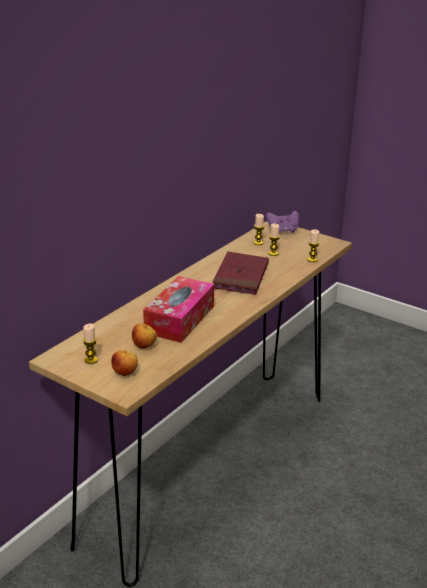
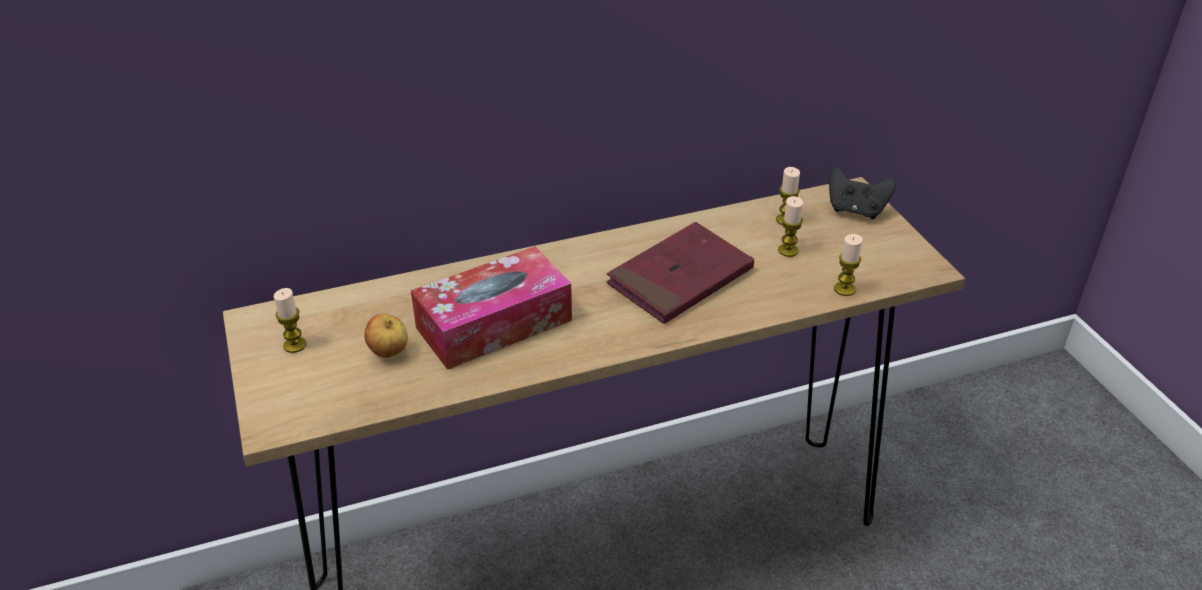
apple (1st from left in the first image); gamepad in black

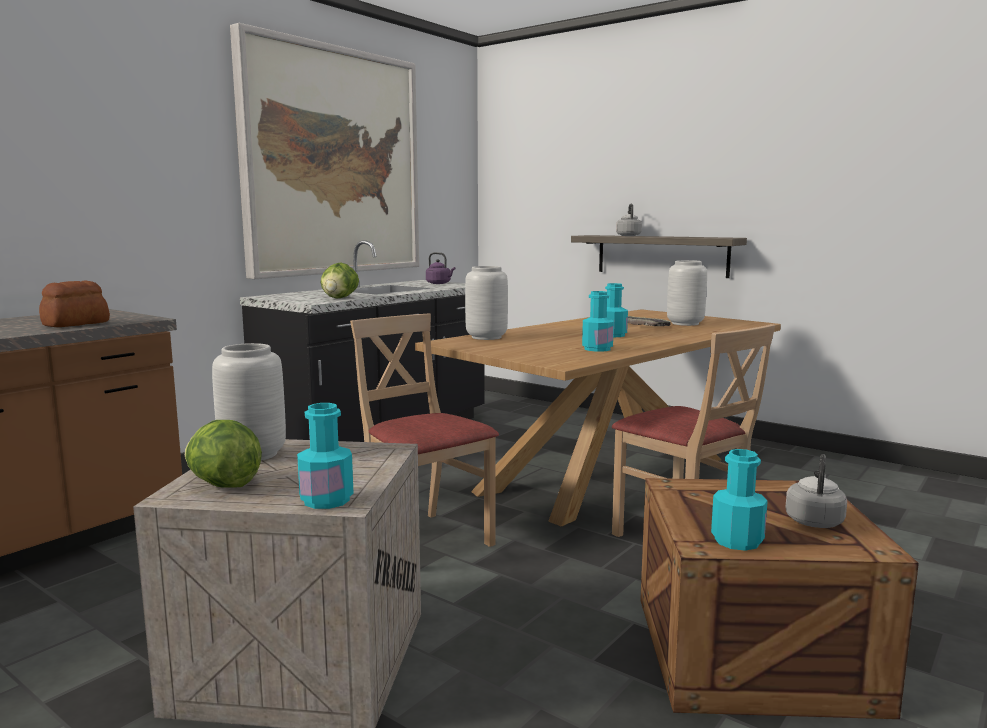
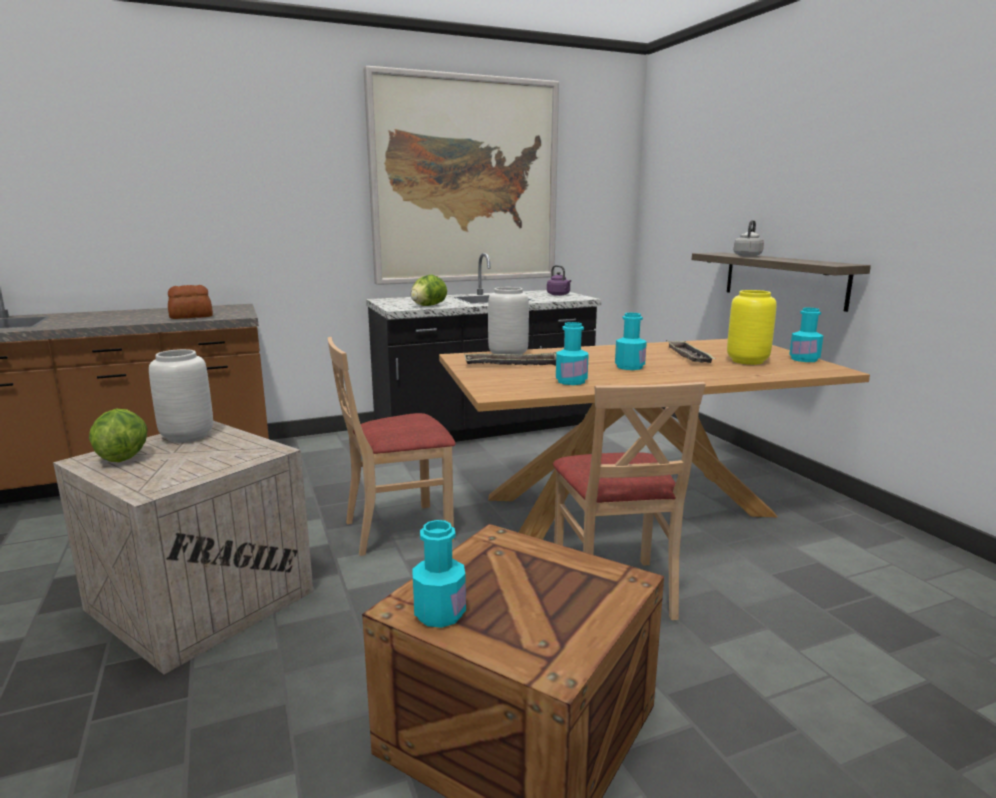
bottle in blue-green (4th from left); plain chair in sand-coloured (1st from left); flower vase in yellow-coloured; water kettle in gray (2nd from left in the first image); tray (1st from left)

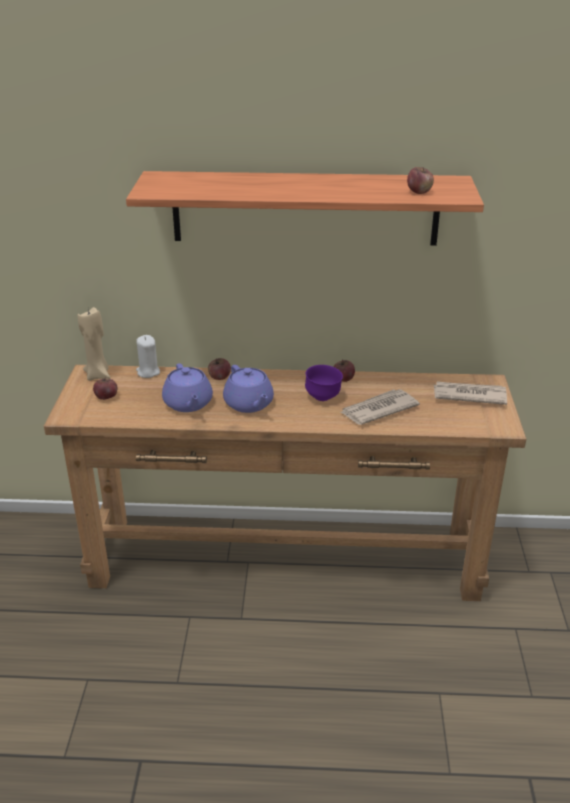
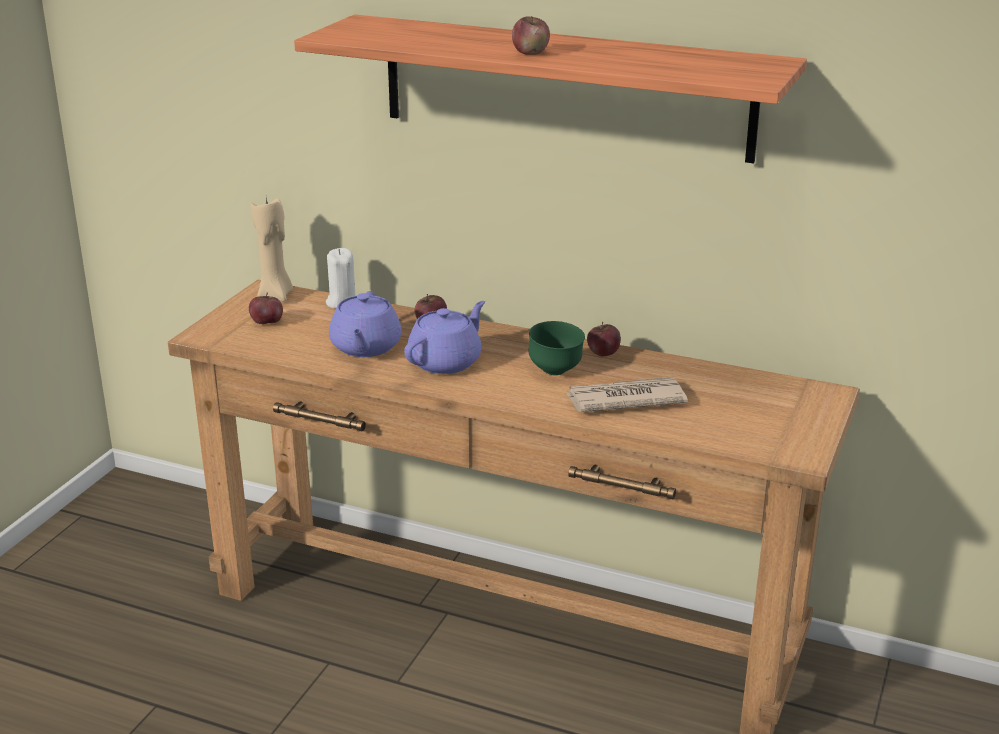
tea pot in purple (2nd from left); deep dish in green-coloured; apple (3rd from left); newspaper (2nd from left in the first image)

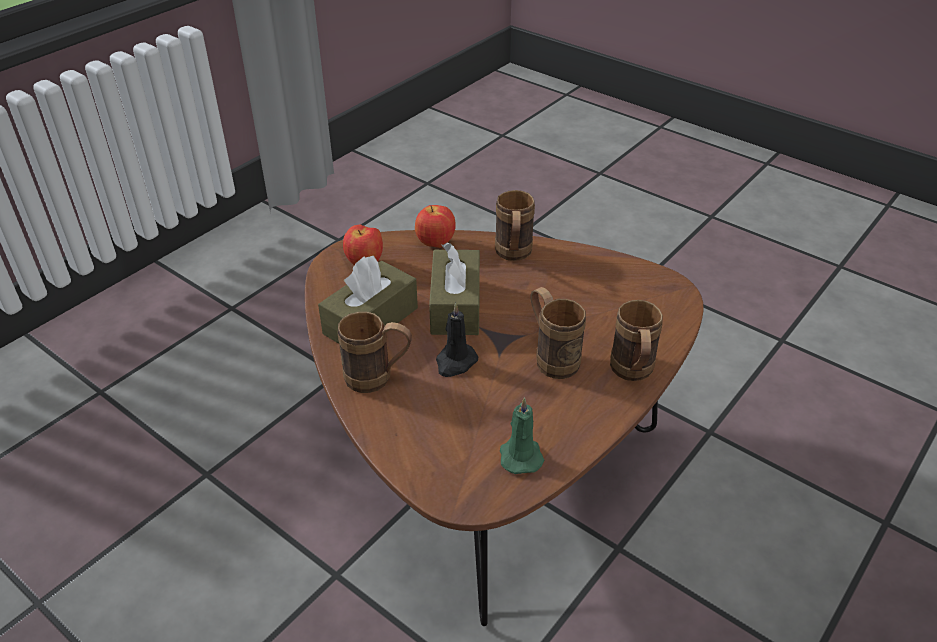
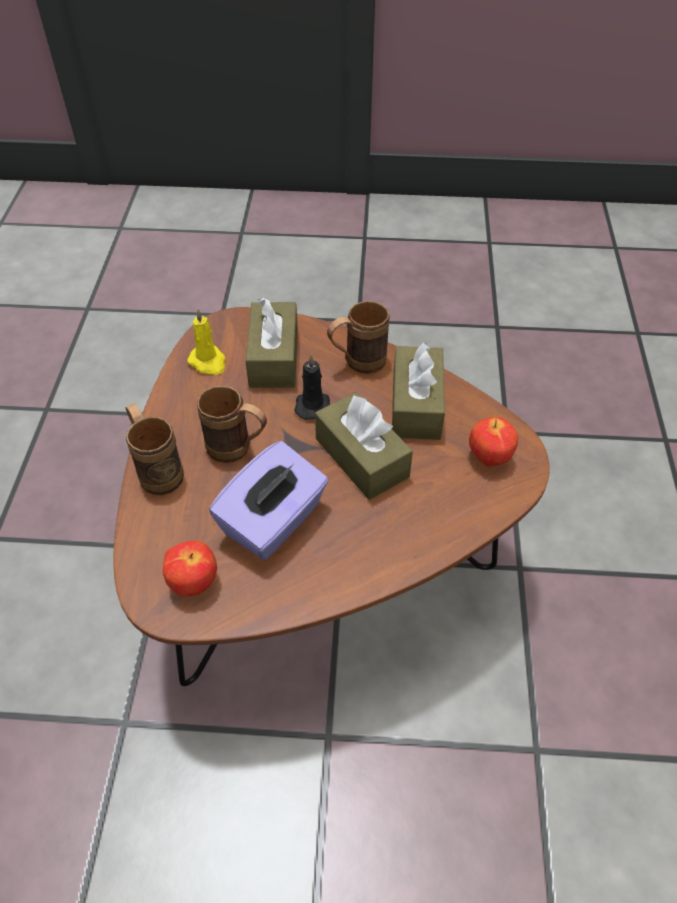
apple (1st from left); coffee mug in brownish (2nd from left in the first image); wax light in yellow-coloured; box of tissues in purple; box of tissues in brownish (1st from left)

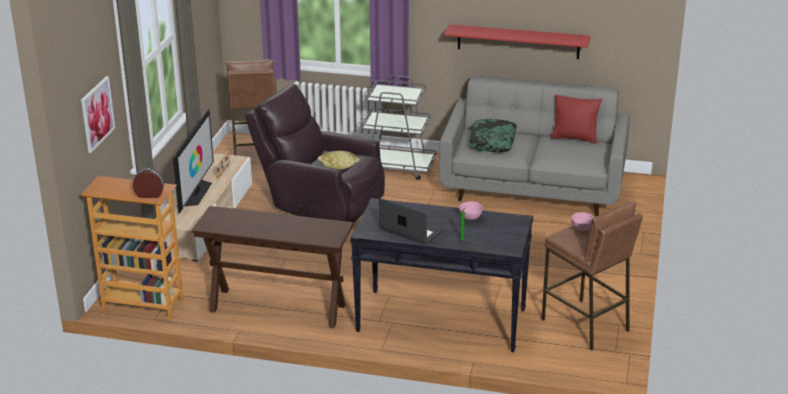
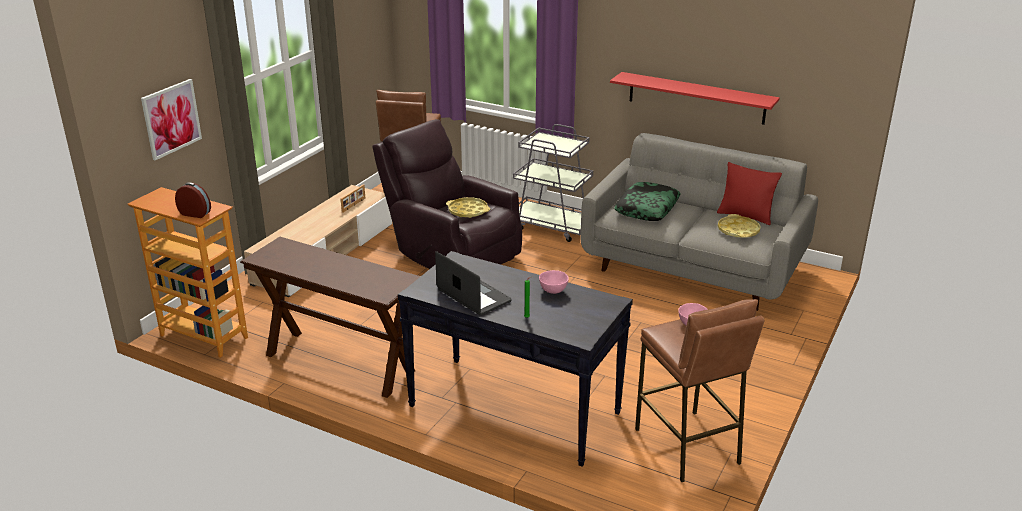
TV; tray in yellow-coloured (2nd from left)

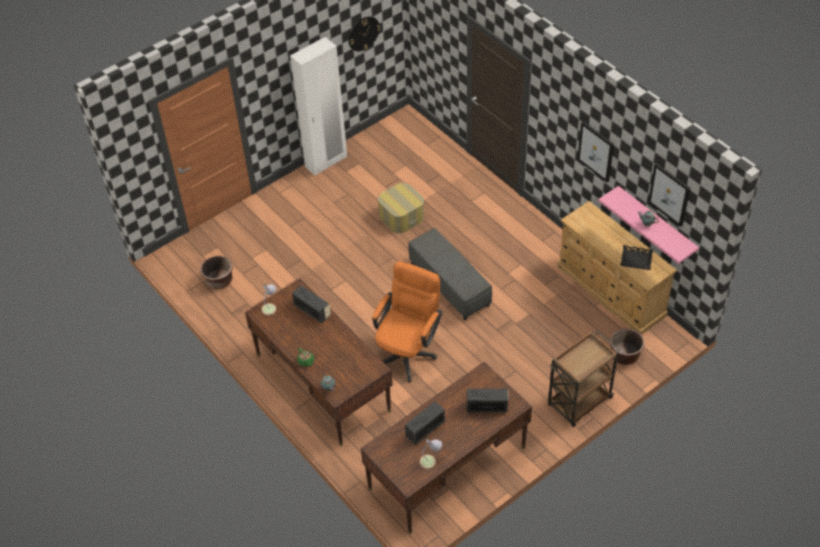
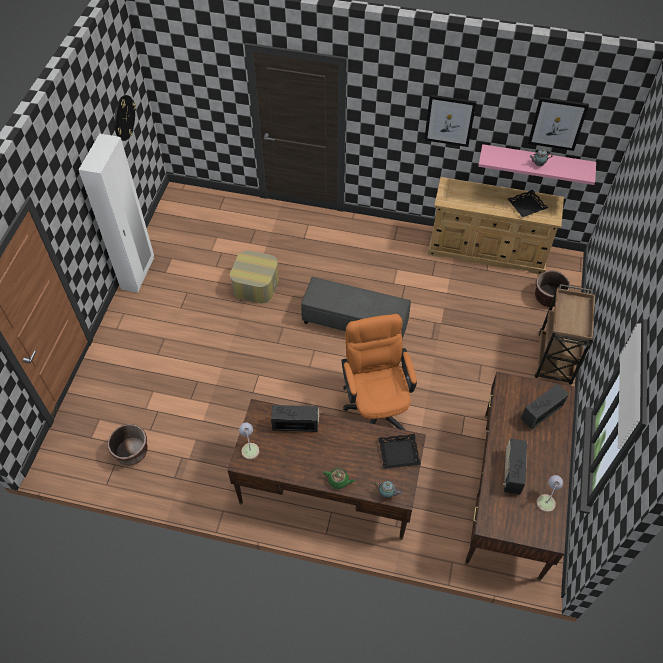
tray in black (1st from left)

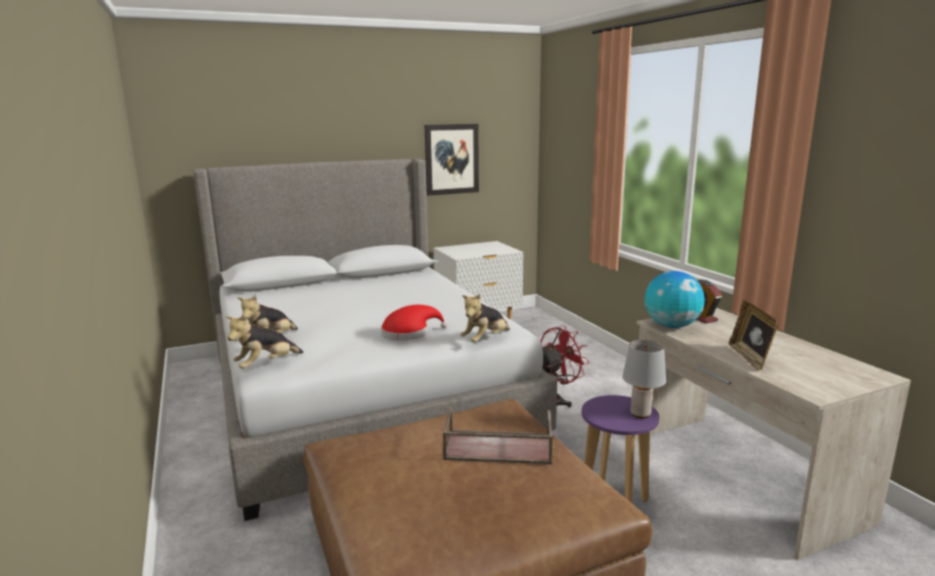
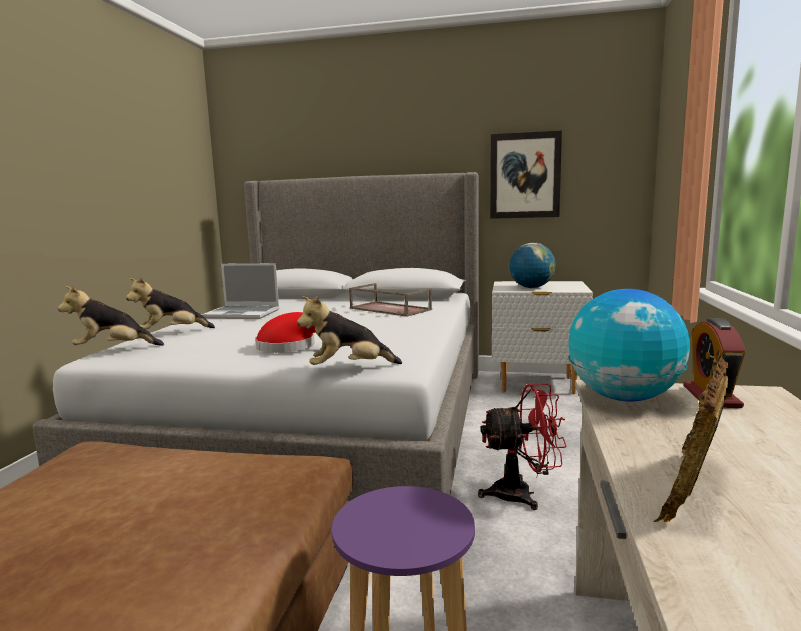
tray in brownish; lamp for a table in gray; notebook computer; world globe (1st from left)

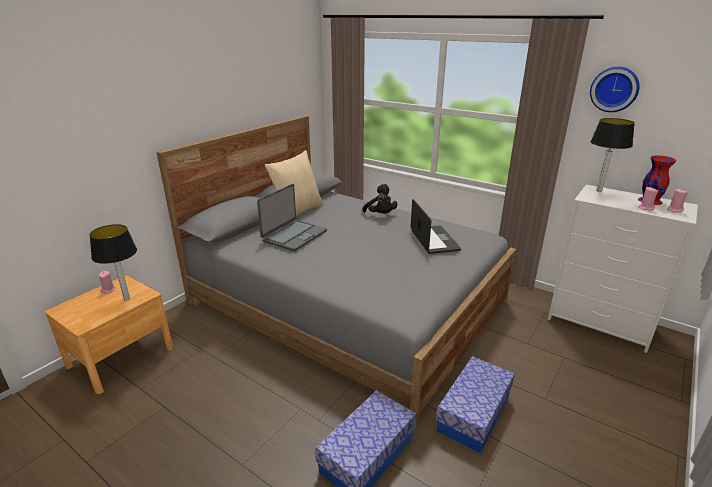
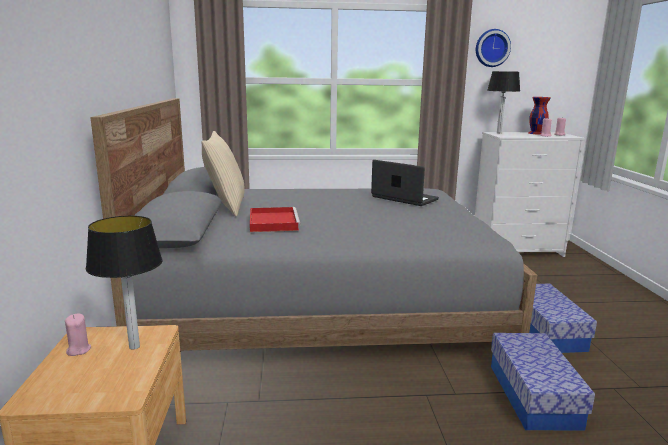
tray in red; soft toy in black

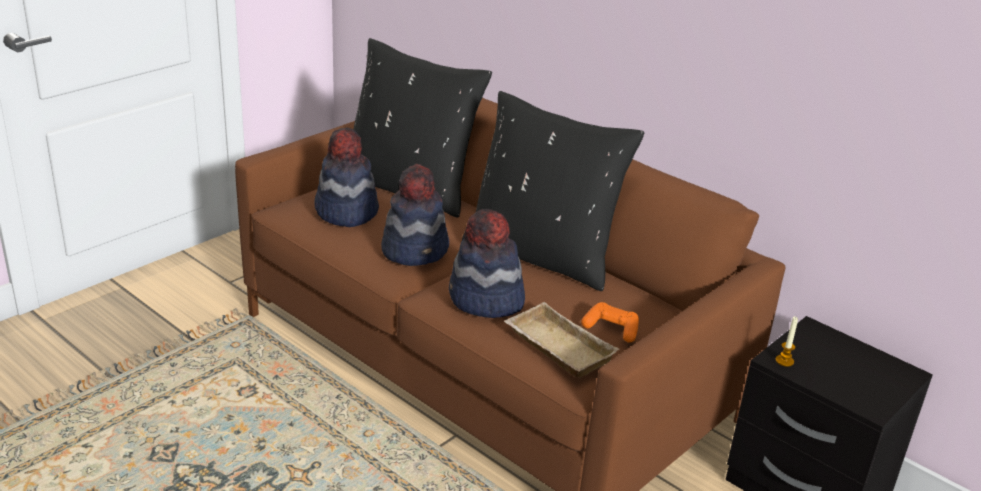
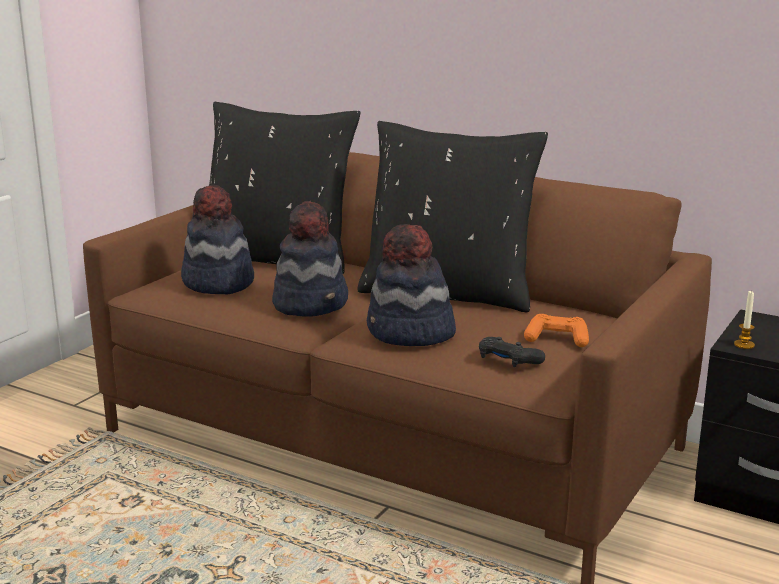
gamepad in black

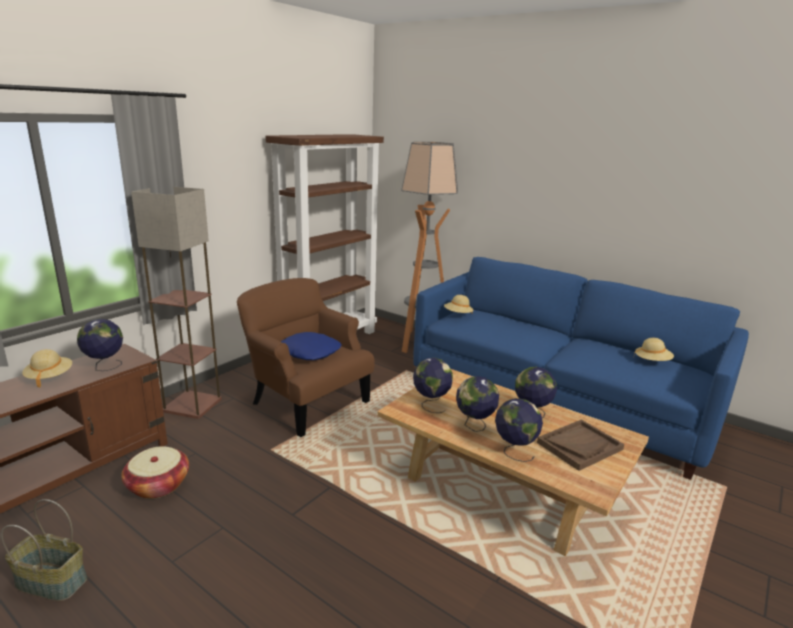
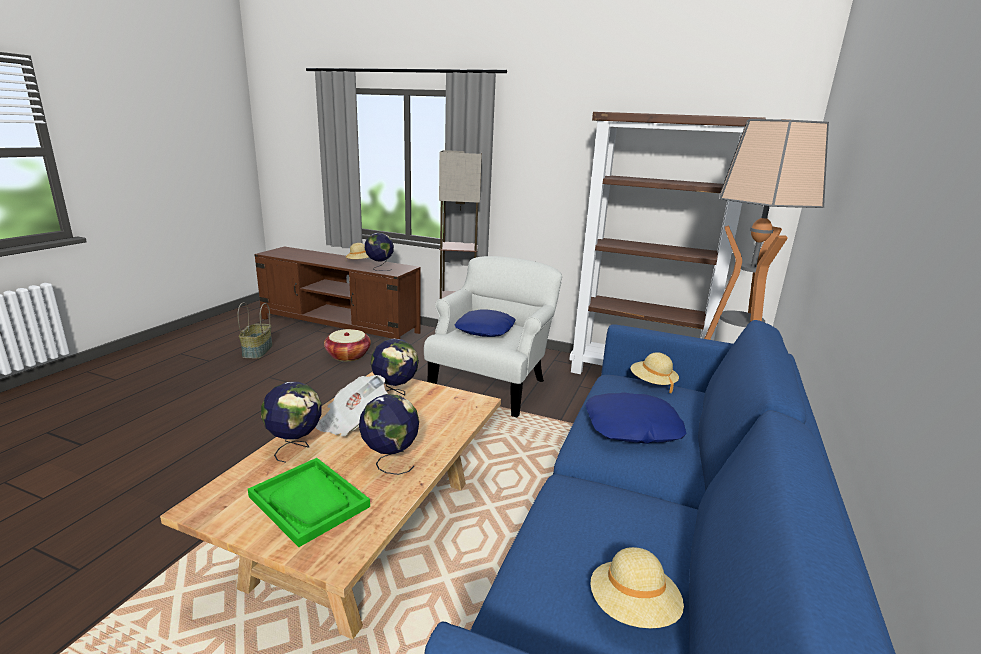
lounge chair in white-coloured; newspaper; tray in green-coloured; throw pillow in blue-coloured (2nd from left)

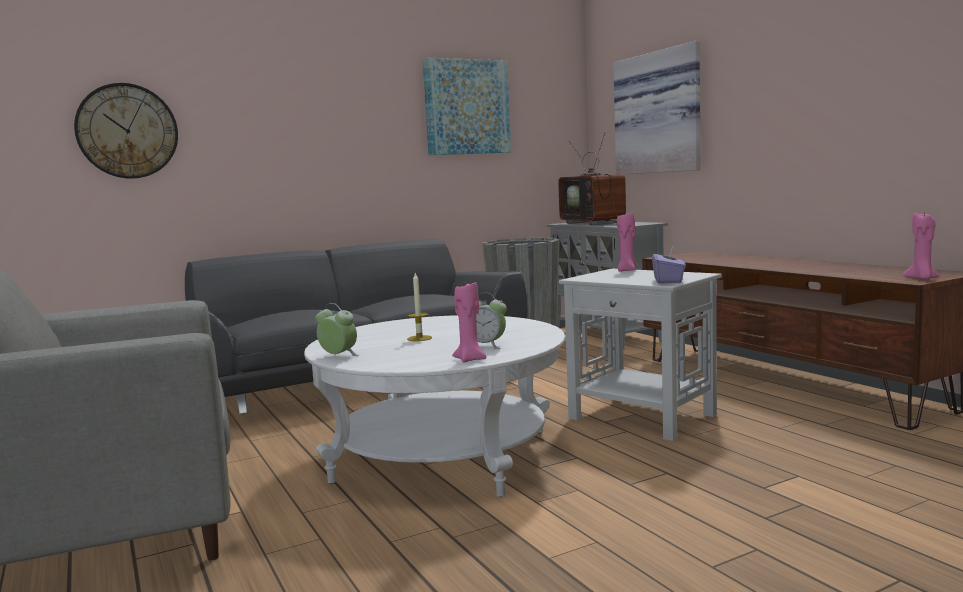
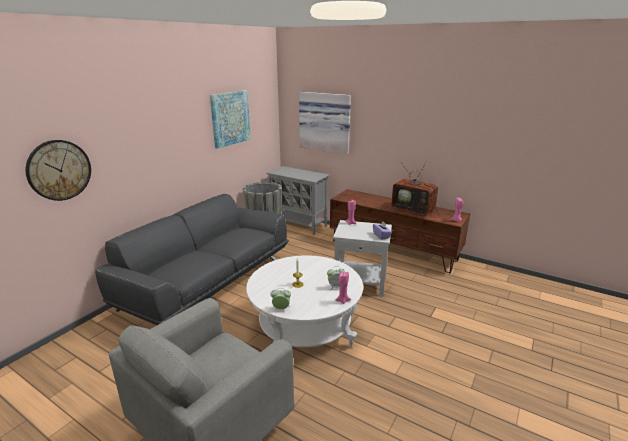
TV

